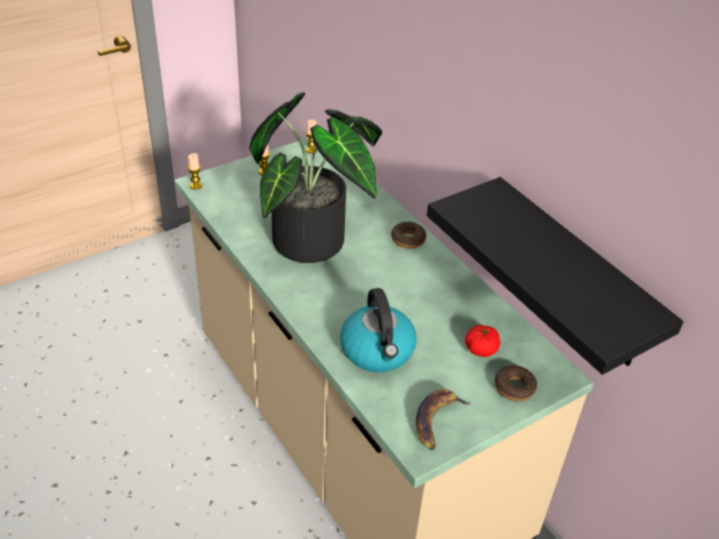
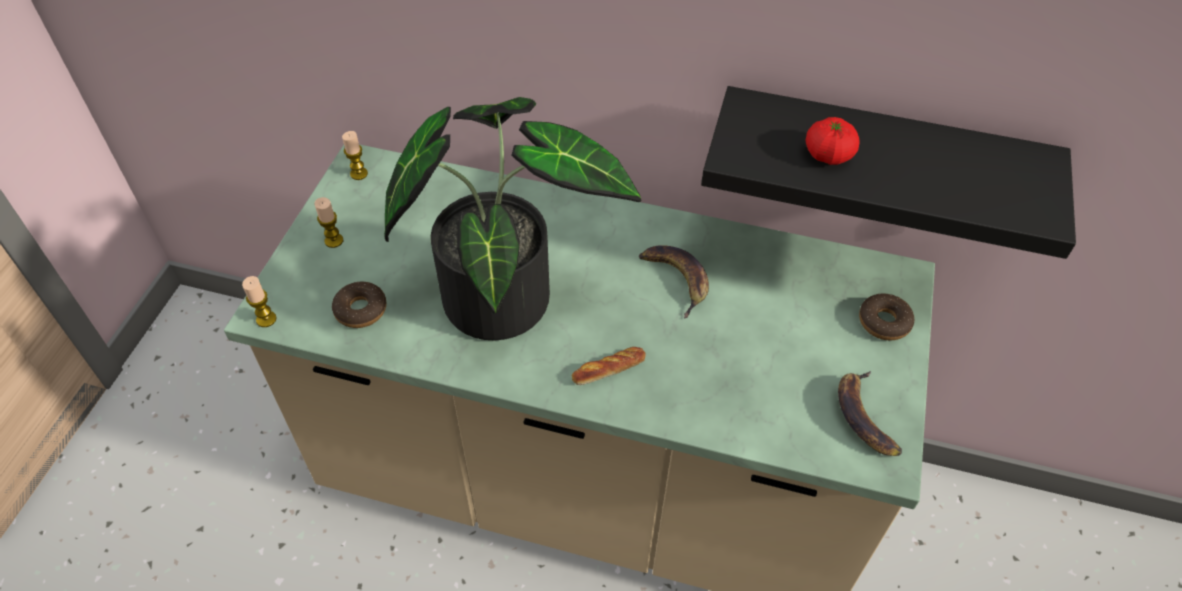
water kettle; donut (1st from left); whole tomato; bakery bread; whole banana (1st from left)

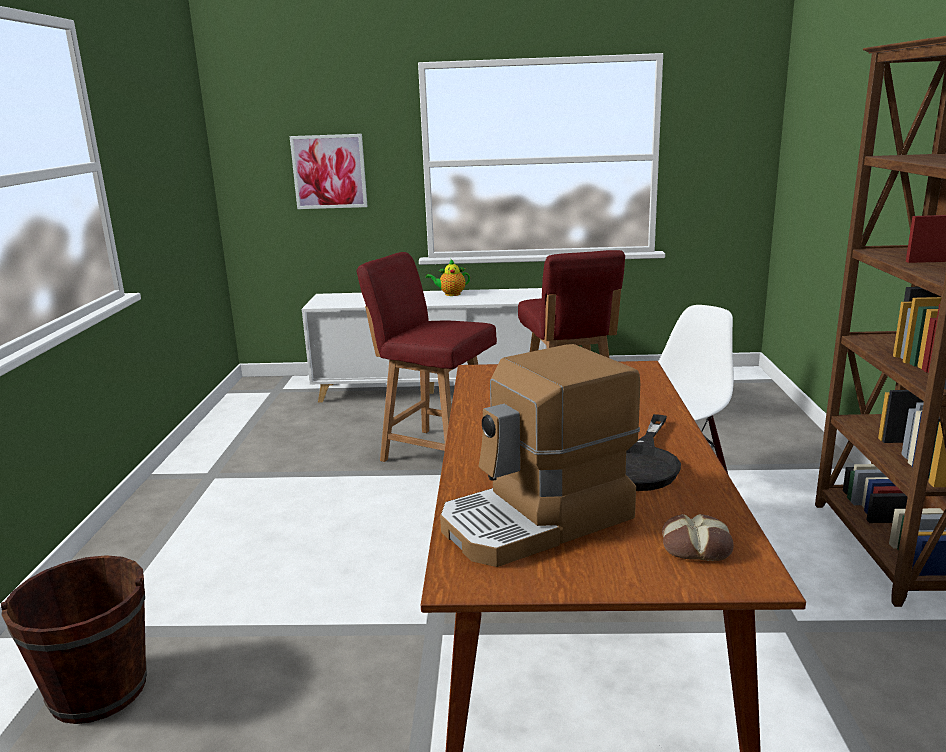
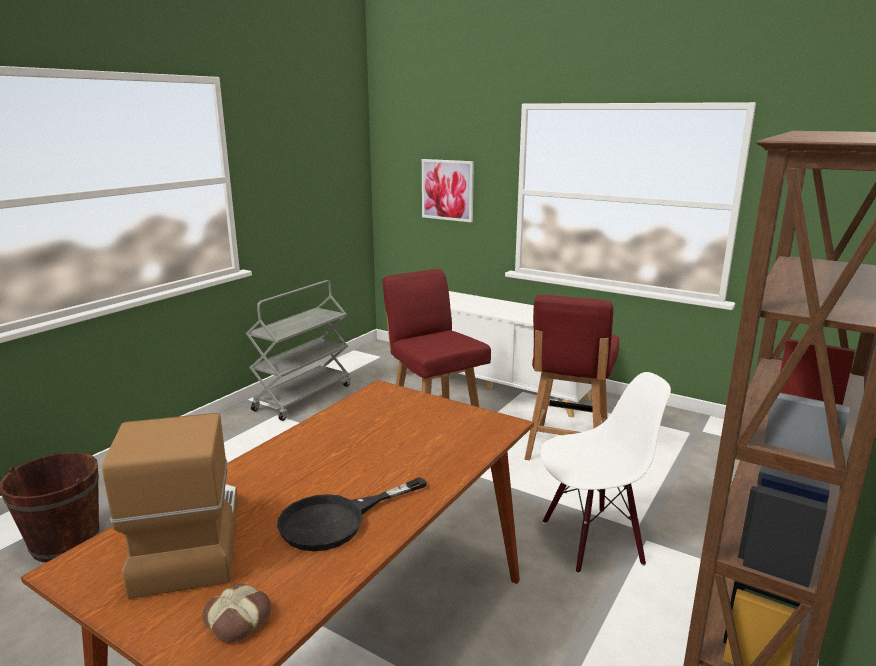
tea pot; coffee maker; cart in gray

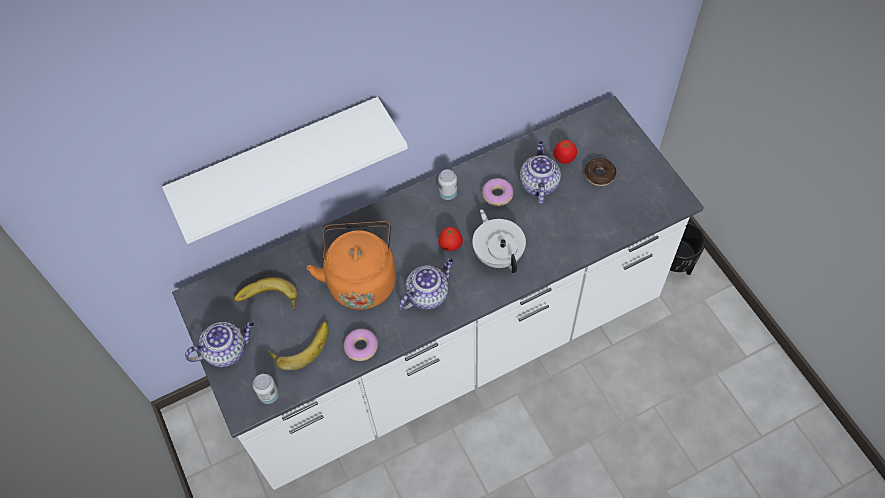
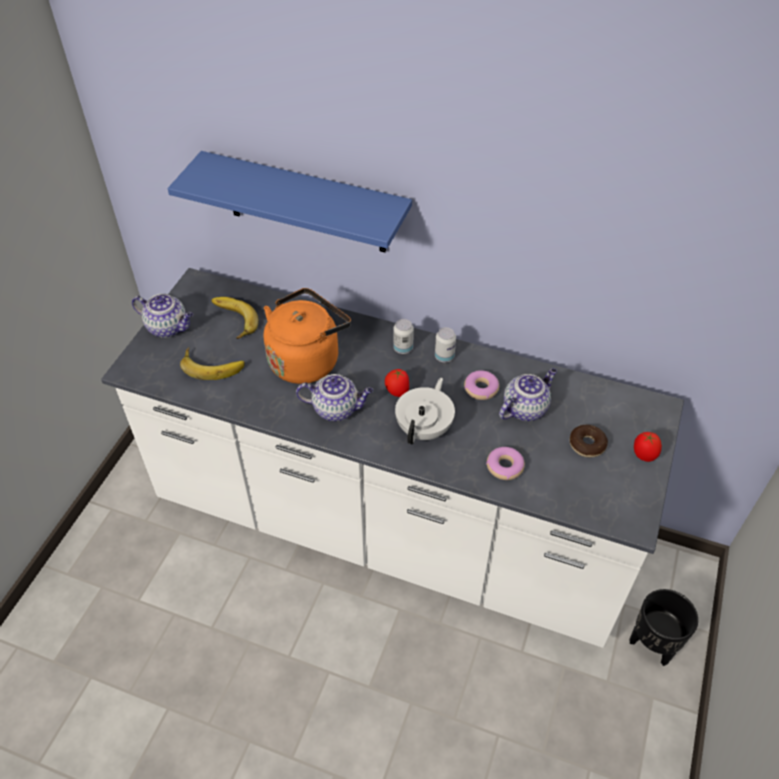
shelf in blue-coloured; can (1st from left); donut (2nd from left); whole tomato (2nd from left)

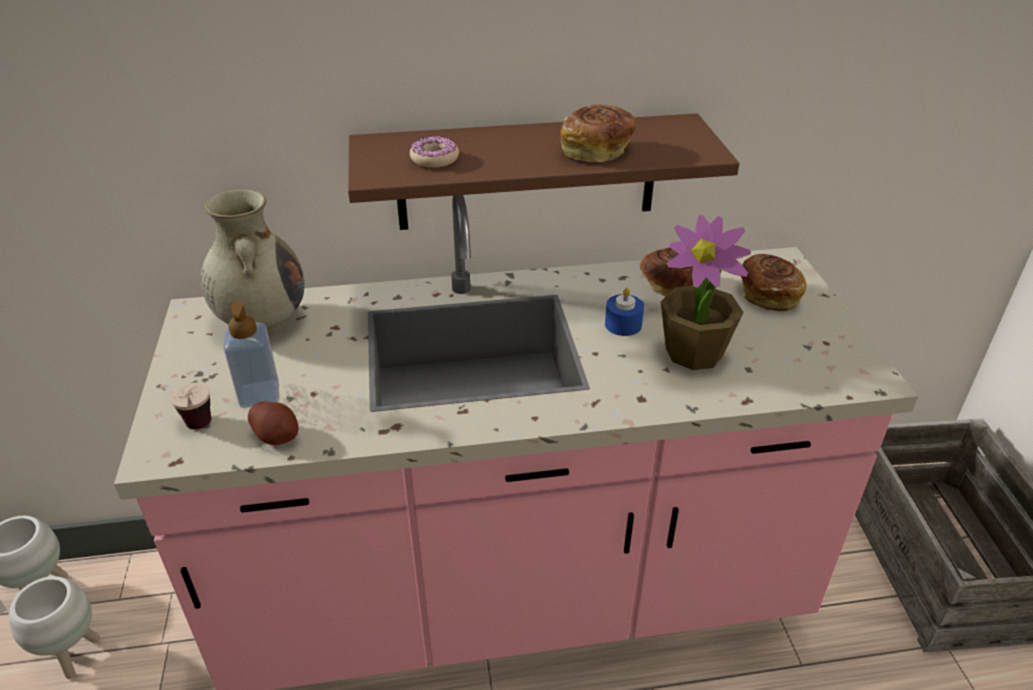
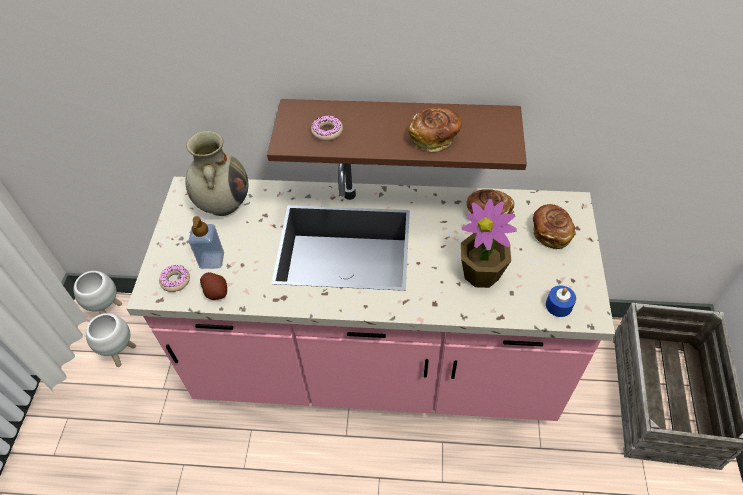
donut (1st from left); wax light in blue-coloured

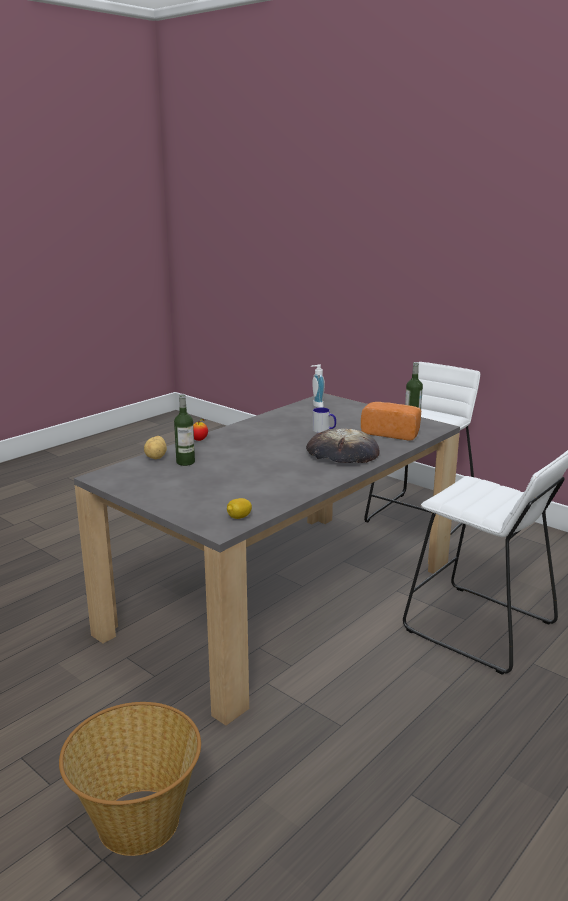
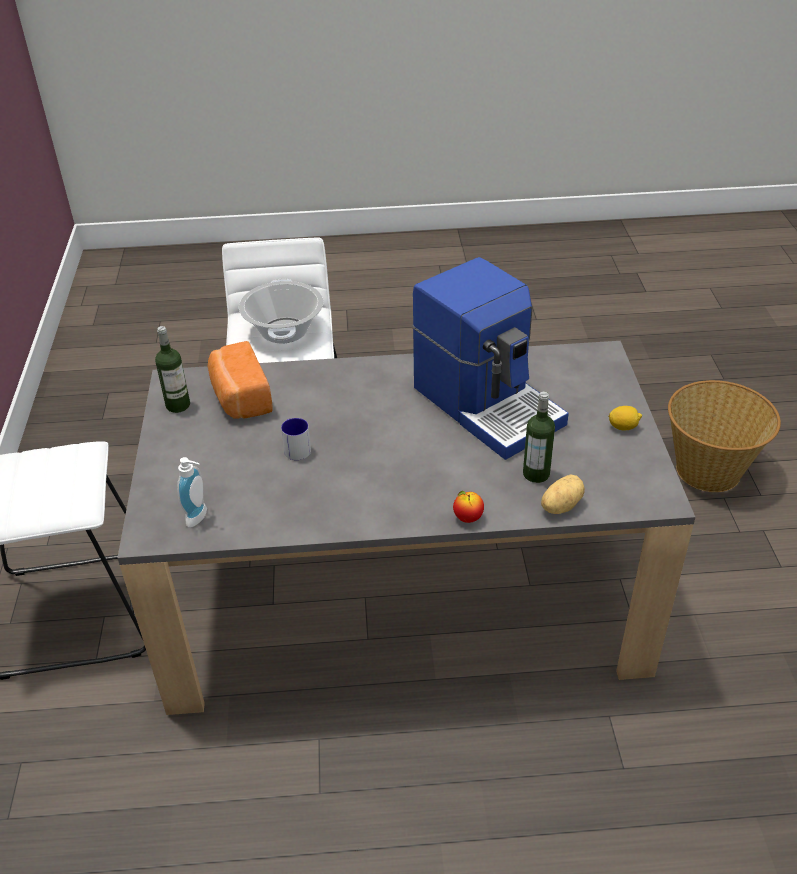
whole lemon; bakery bread (1st from left in the first image); cooking pot; coffee maker

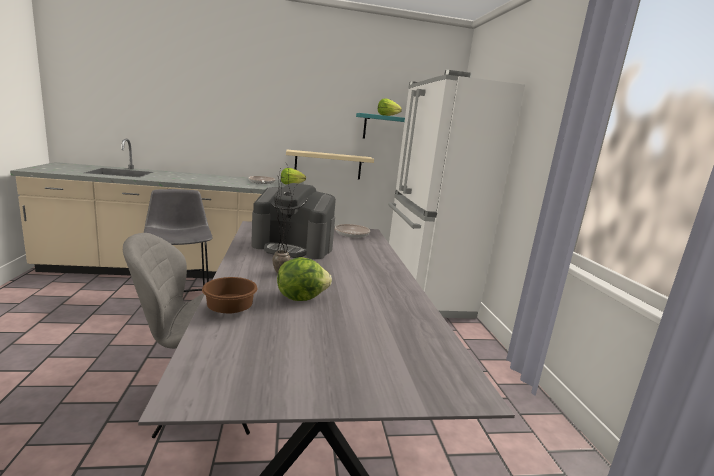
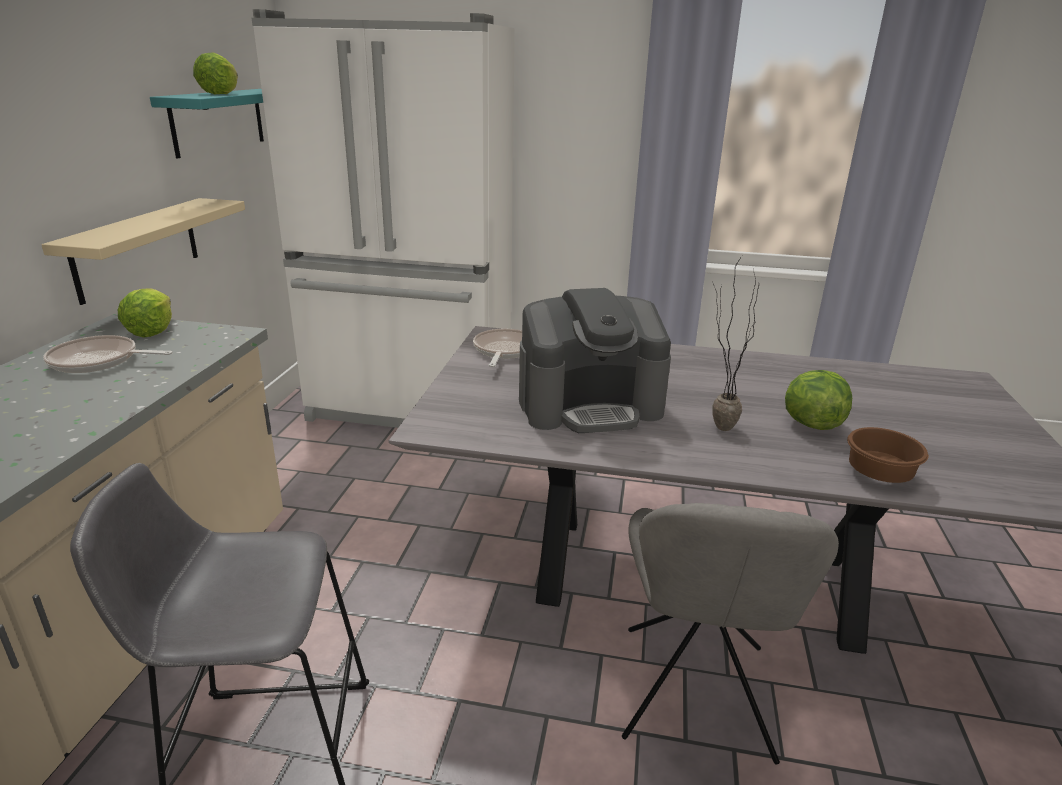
coffee maker

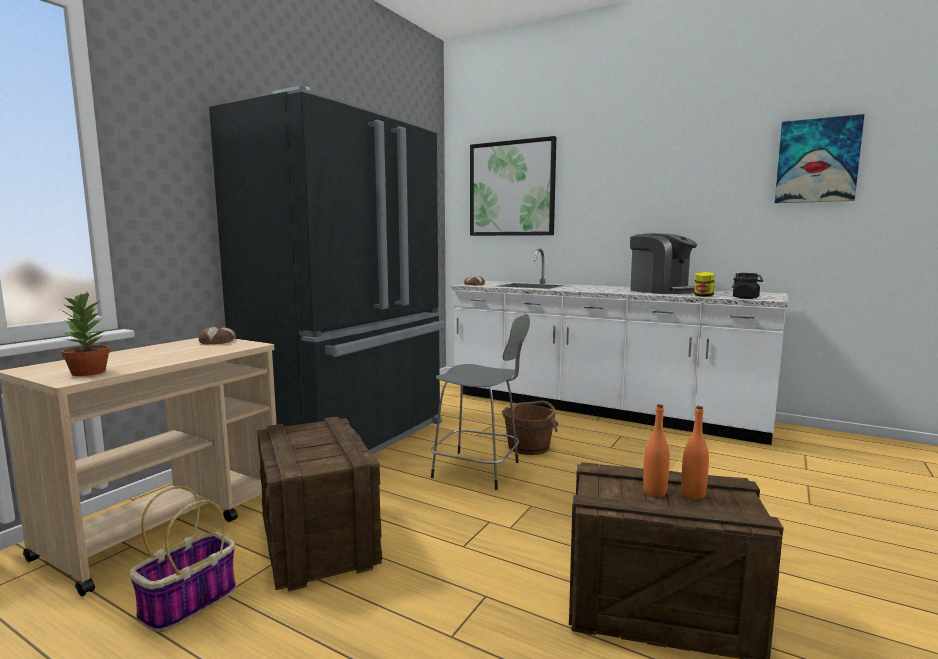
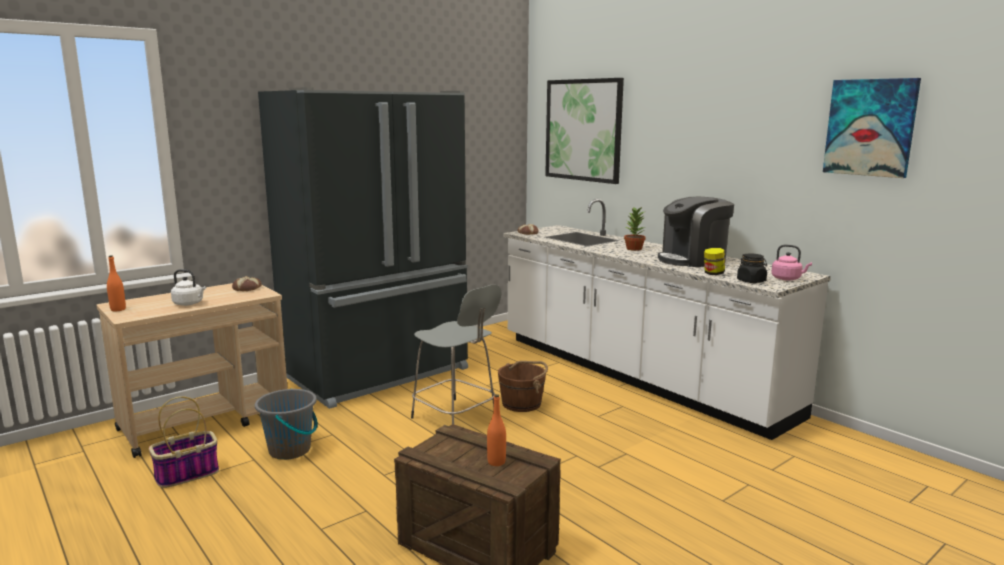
plant in a pot; pail in gray; coffee maker; bottle in orangey (1st from left); water kettle in white-coloured; water kettle in pink-coloured

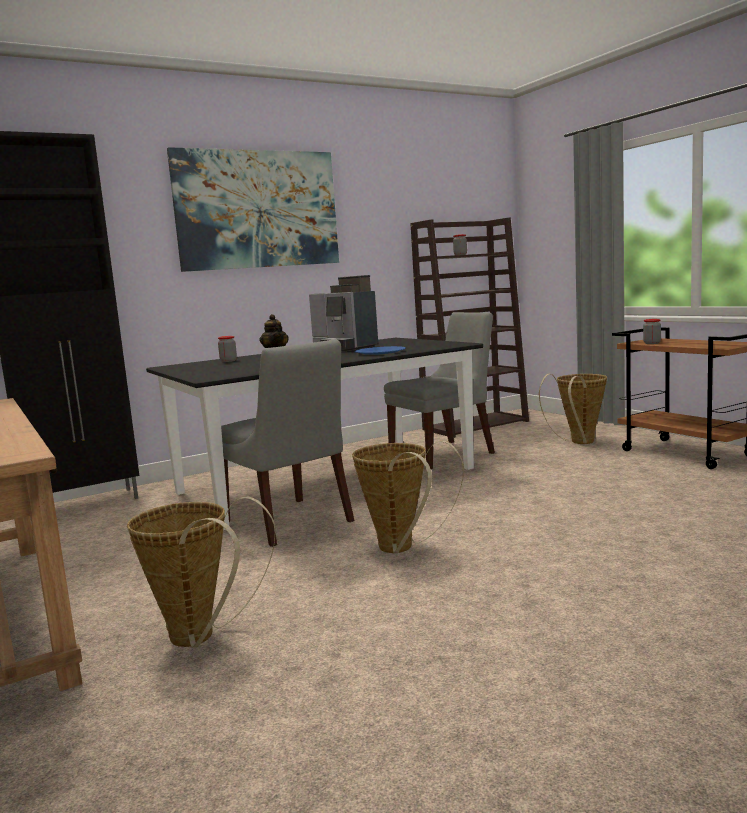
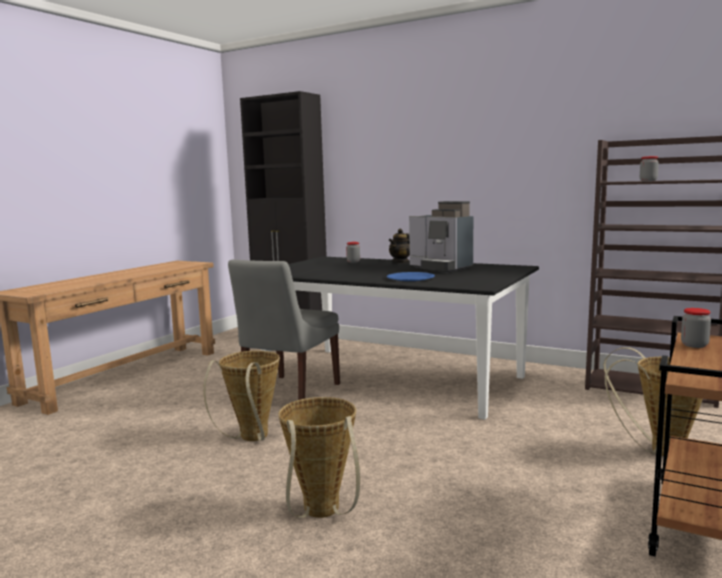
household basket (2nd from left); wall picture; coffee maker; plain chair in gray (2nd from left in the first image)

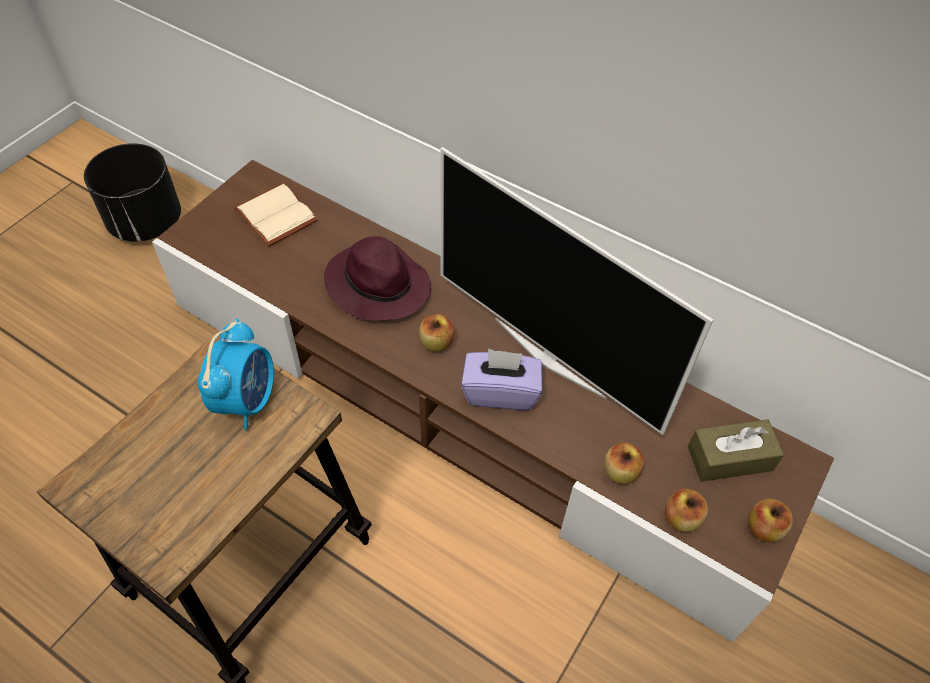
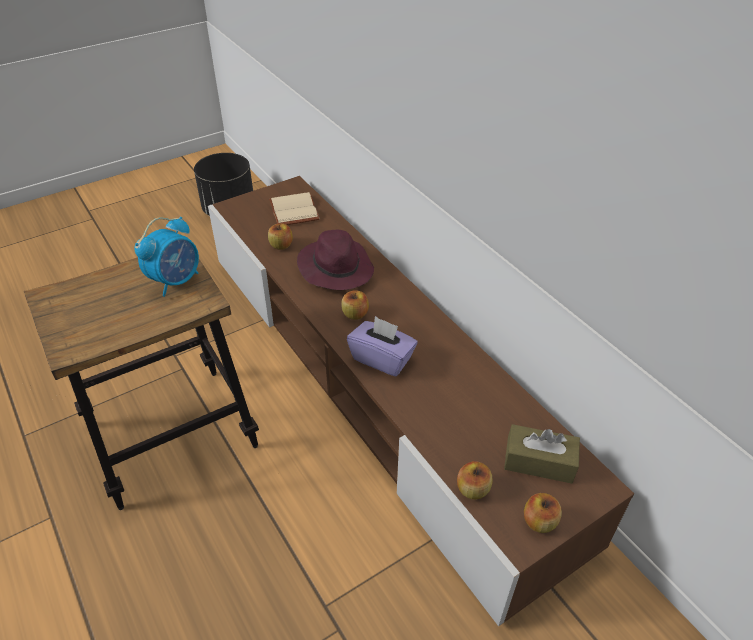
TV; apple (1st from left)

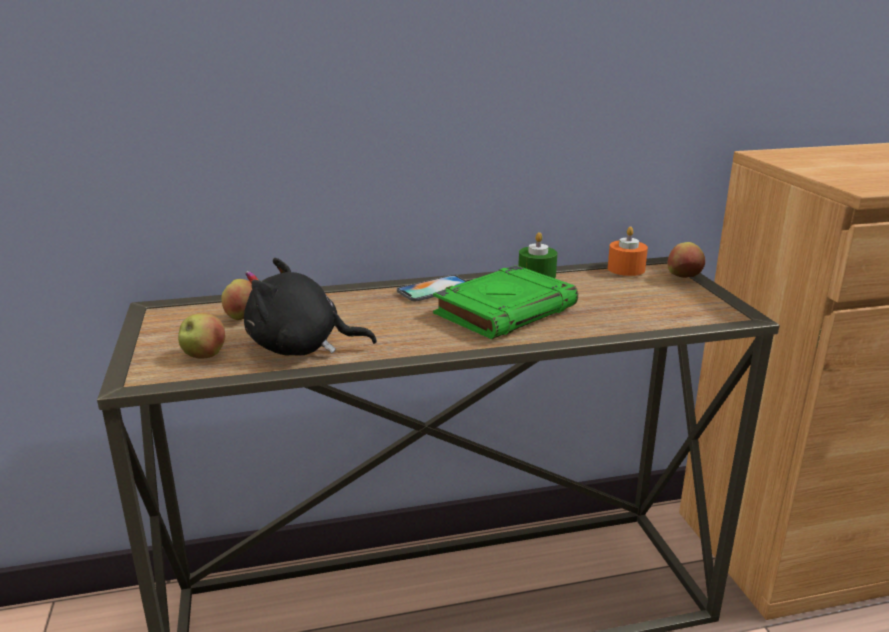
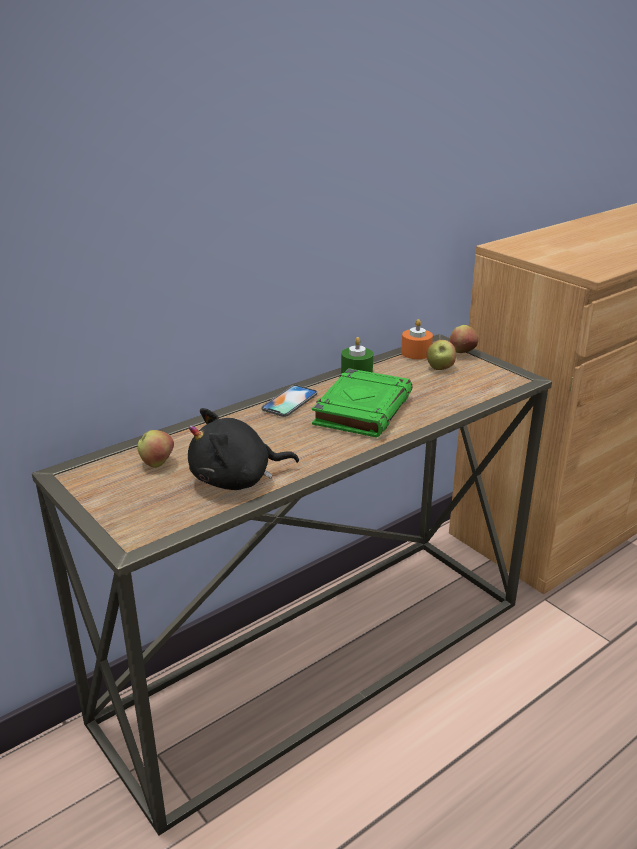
apple (2nd from left)

